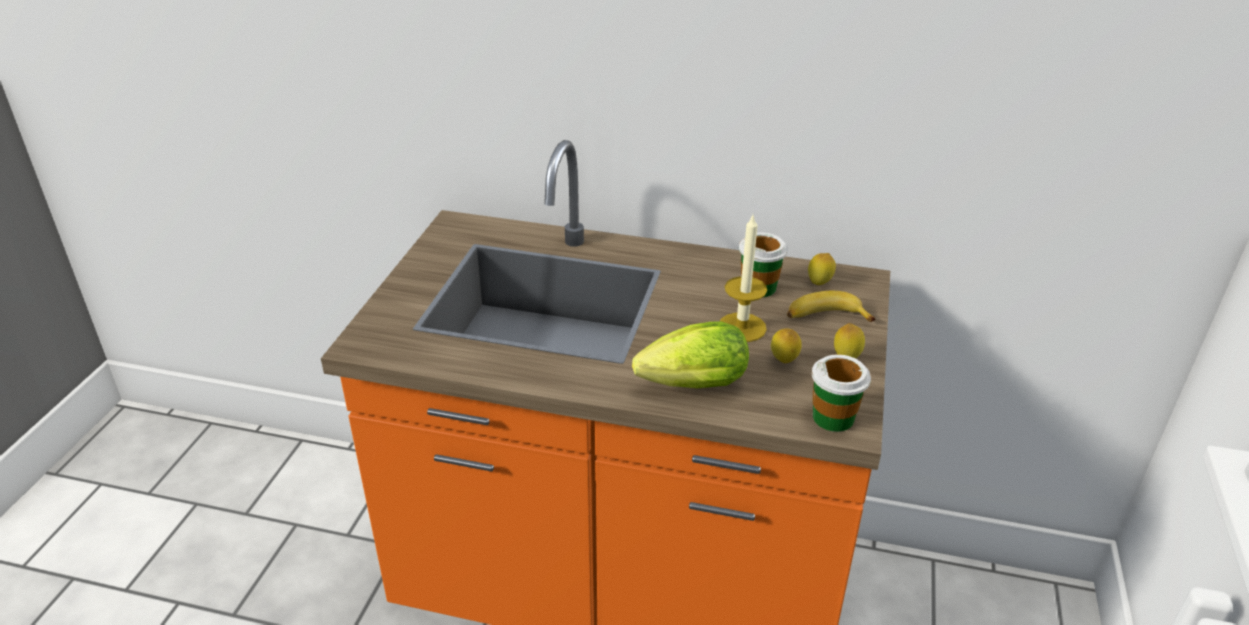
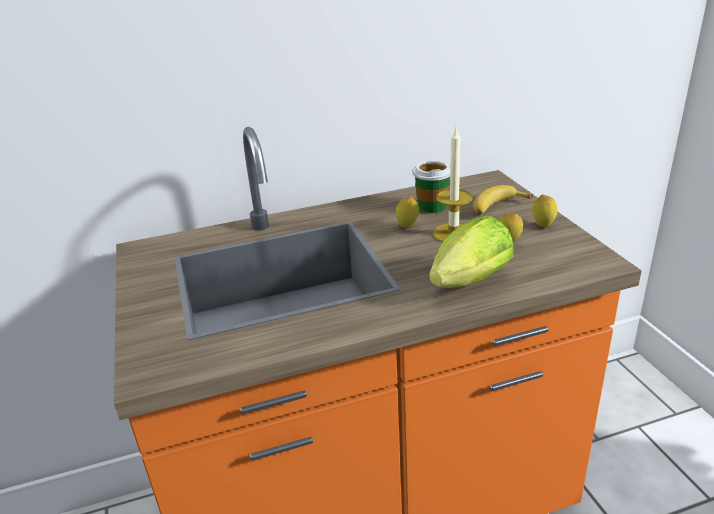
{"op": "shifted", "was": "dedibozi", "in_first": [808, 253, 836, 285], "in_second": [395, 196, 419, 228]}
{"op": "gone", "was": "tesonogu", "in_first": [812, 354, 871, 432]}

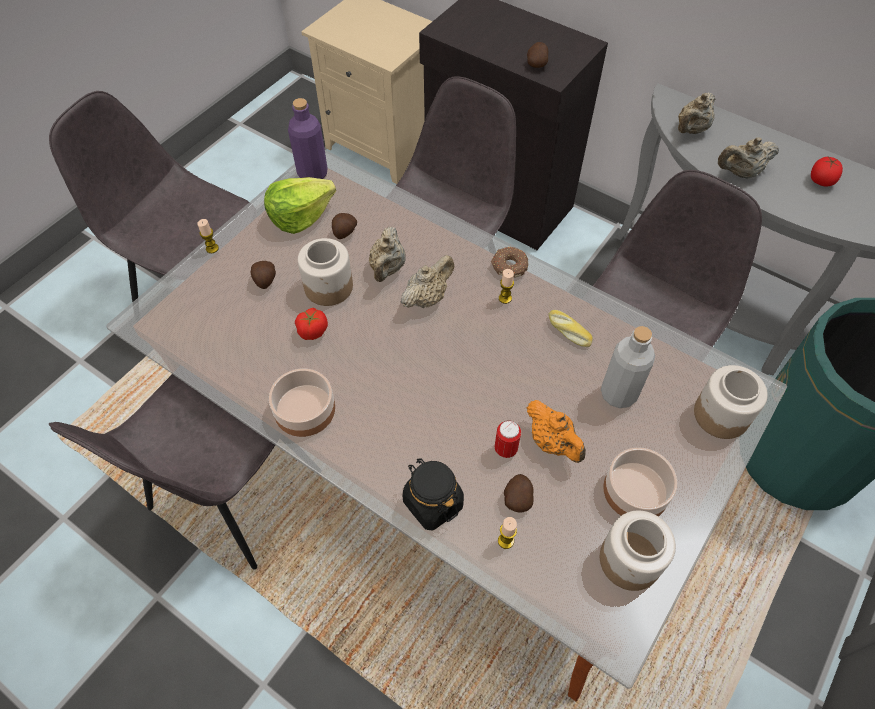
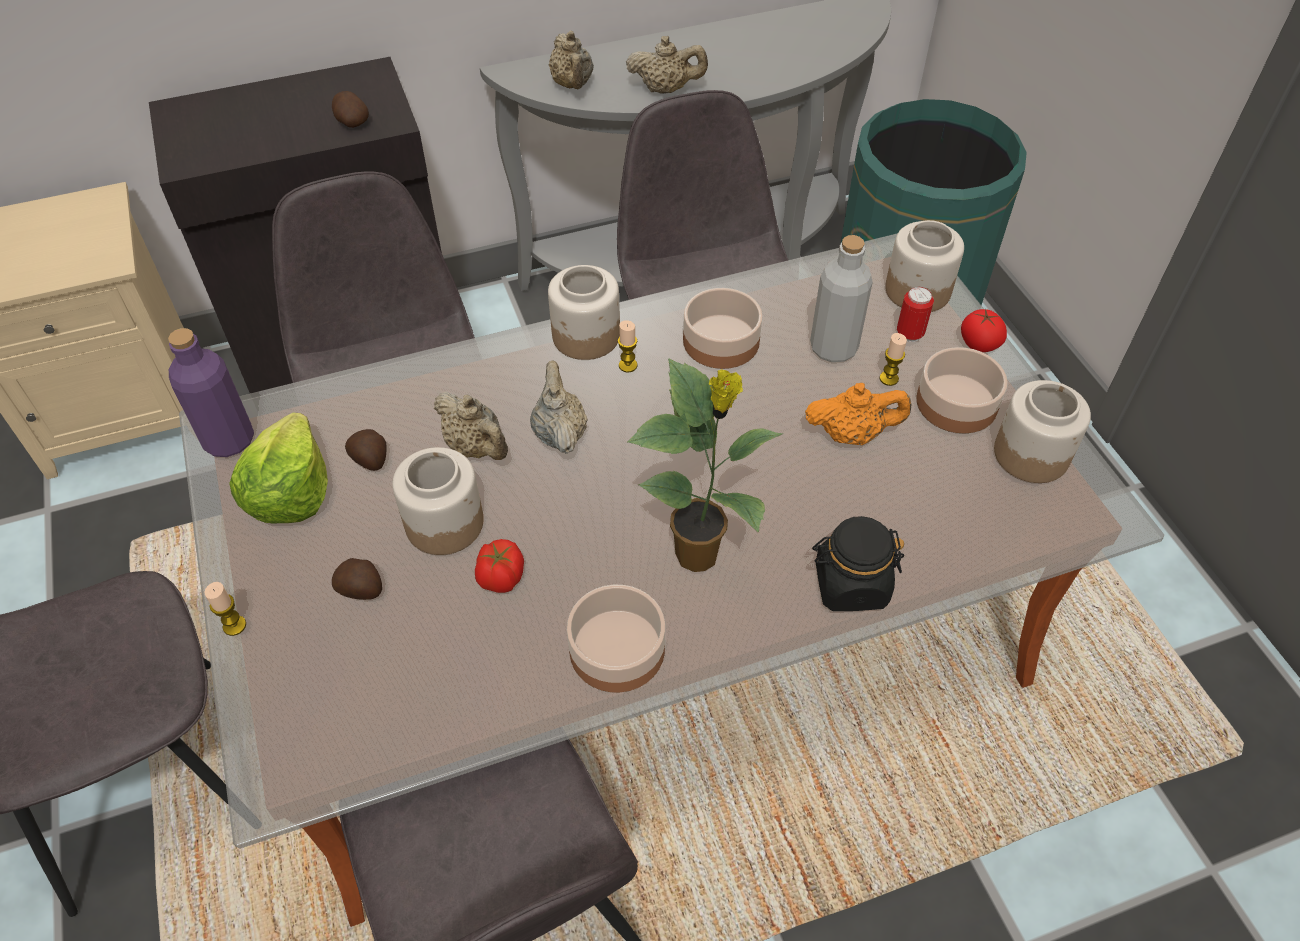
{"op": "swapped", "was": "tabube", "now": "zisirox", "in_first": [491, 247, 528, 278], "in_second": [548, 265, 620, 360]}
{"op": "rotated", "was": "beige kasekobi", "in_first": [718, 137, 779, 179], "in_second": [626, 36, 708, 94], "clockwise": -105}
{"op": "new", "now": "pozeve", "in_second": [627, 358, 783, 572]}
{"op": "swapped", "was": "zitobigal", "now": "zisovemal", "in_first": [548, 310, 593, 347], "in_second": [683, 288, 763, 369]}
{"op": "shifted", "was": "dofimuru", "in_first": [498, 517, 517, 549], "in_second": [879, 333, 907, 386]}
{"op": "shifted", "was": "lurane", "in_first": [495, 420, 521, 458], "in_second": [897, 287, 934, 342]}
{"op": "shifted", "was": "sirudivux", "in_first": [811, 157, 843, 187], "in_second": [961, 309, 1007, 352]}
{"op": "gone", "was": "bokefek", "in_first": [504, 474, 534, 513]}

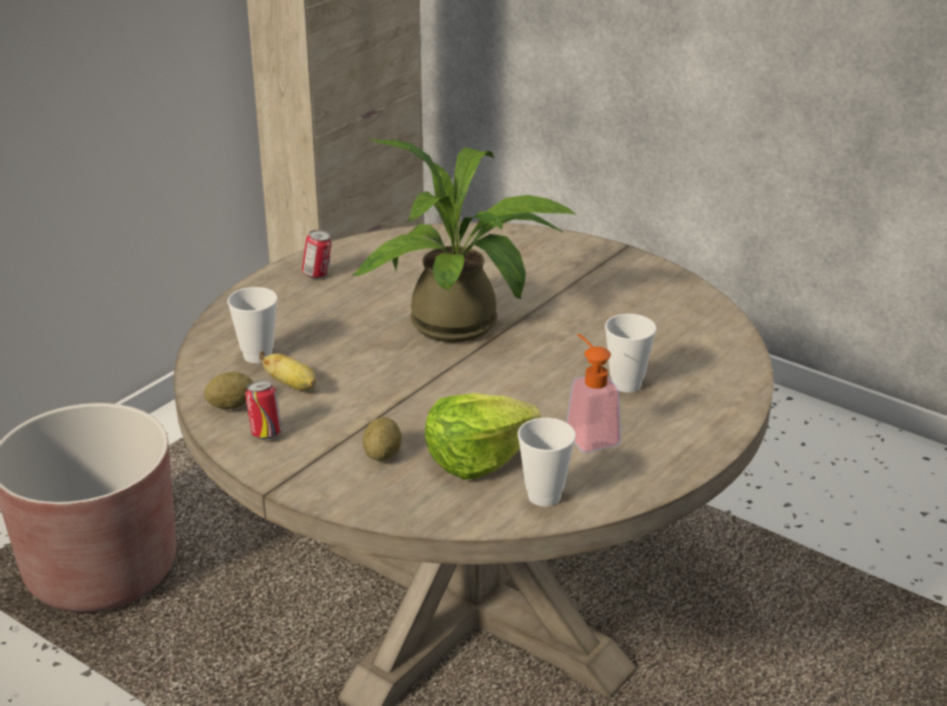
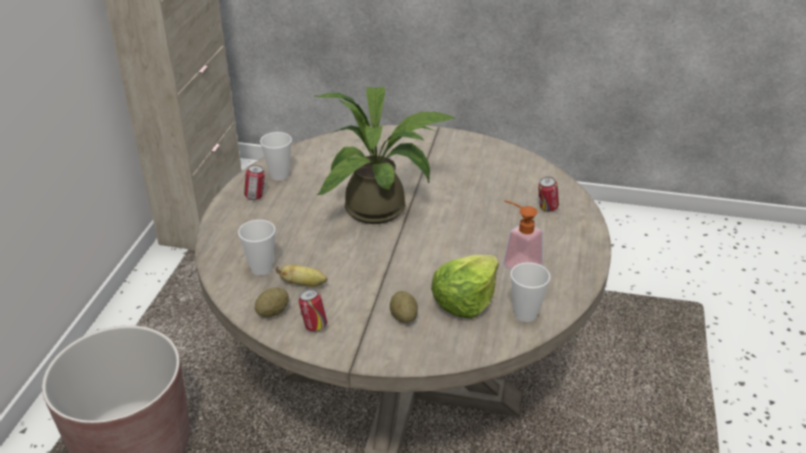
{"op": "shifted", "was": "tesonogu", "in_first": [605, 314, 656, 393], "in_second": [260, 132, 292, 181]}
{"op": "new", "now": "lurane", "in_second": [538, 177, 559, 212]}

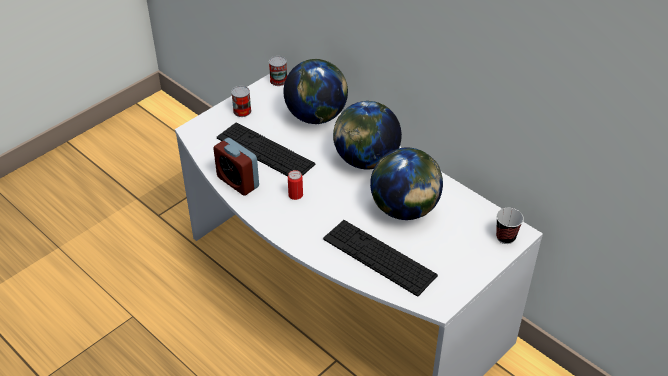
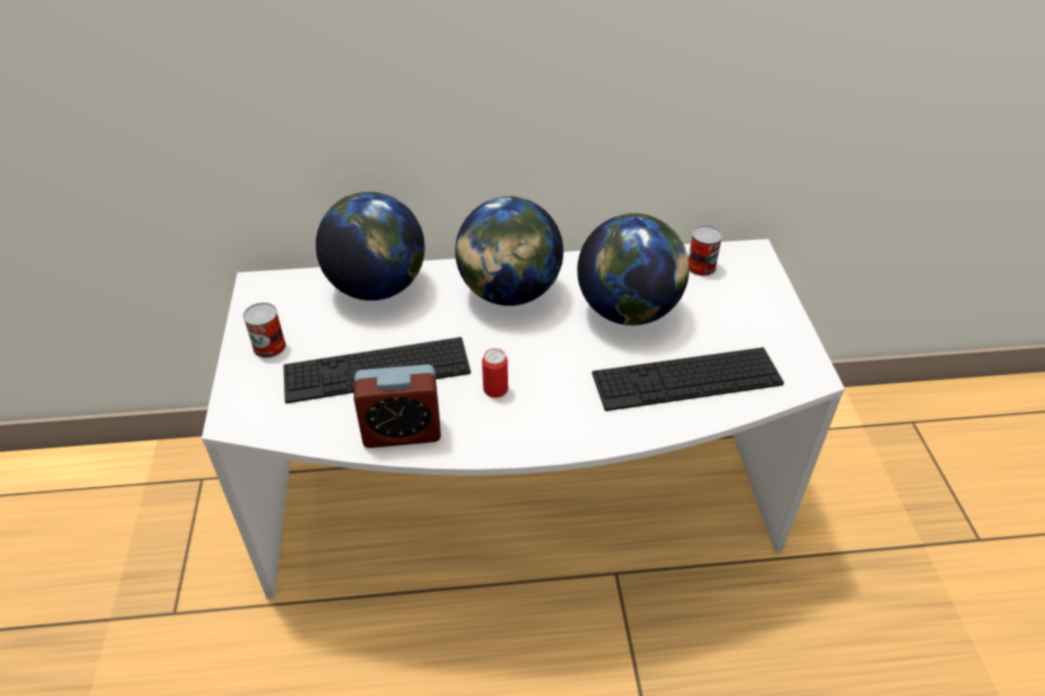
{"op": "shifted", "was": "lurane", "in_first": [269, 56, 287, 86], "in_second": [688, 225, 723, 276]}
{"op": "gone", "was": "tesonogu", "in_first": [496, 208, 524, 244]}

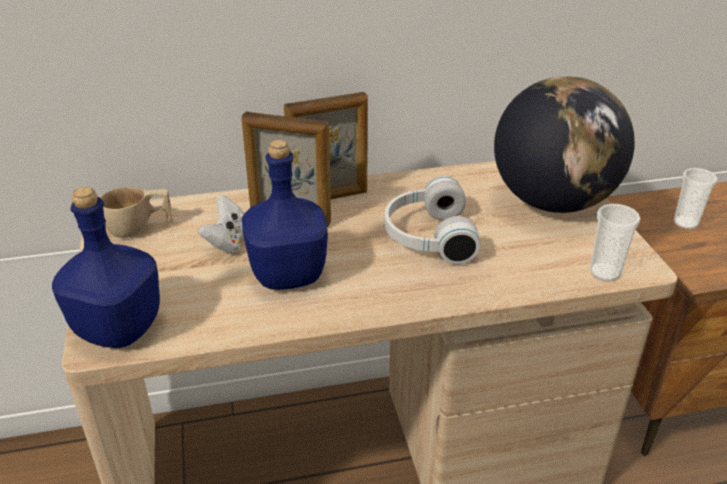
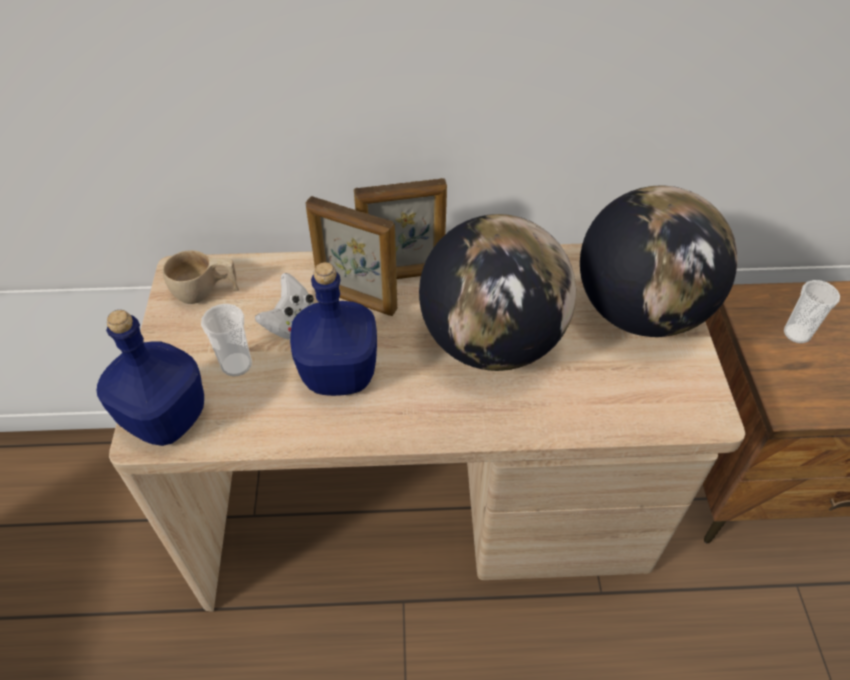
{"op": "shifted", "was": "tesonogu", "in_first": [590, 204, 640, 282], "in_second": [201, 304, 252, 377]}
{"op": "swapped", "was": "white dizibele", "now": "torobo", "in_first": [384, 176, 480, 264], "in_second": [419, 214, 576, 371]}

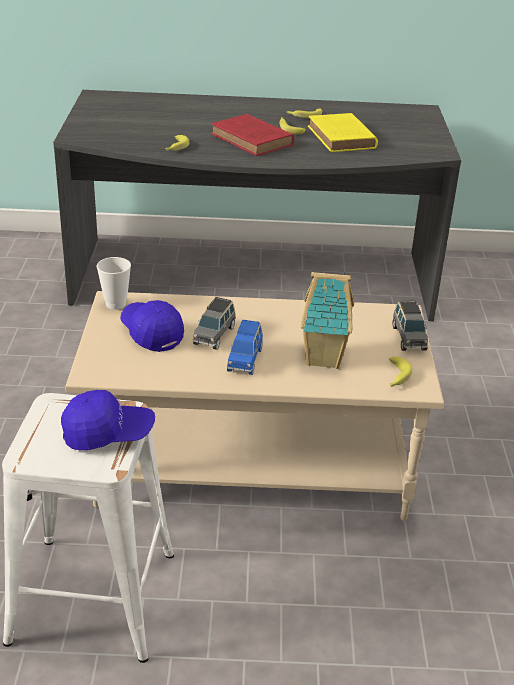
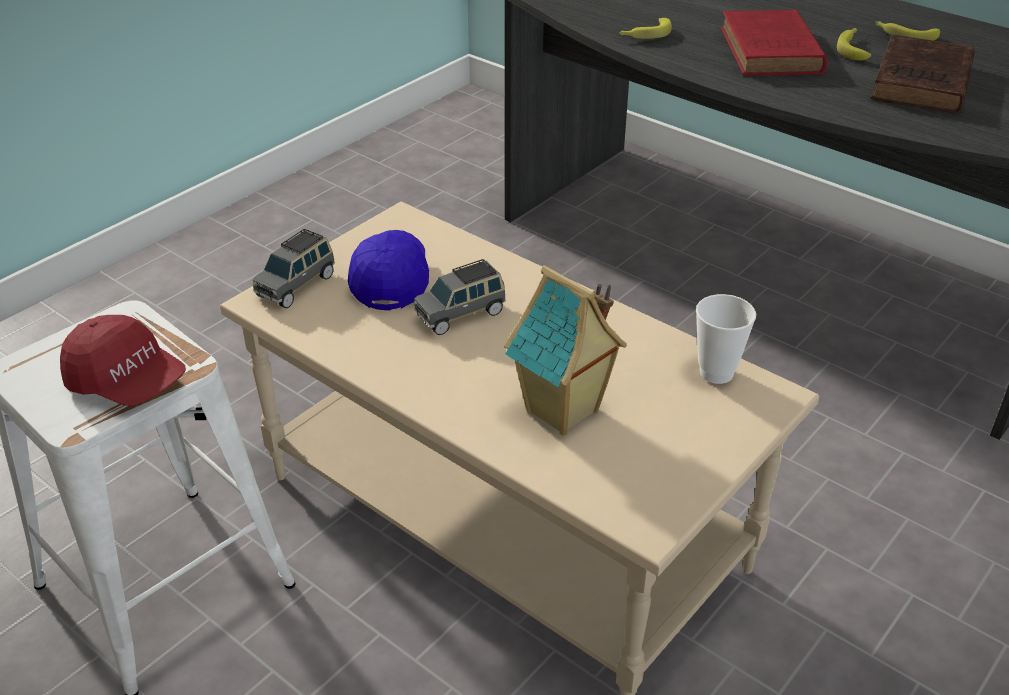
{"op": "repainted", "was": "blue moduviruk", "now": "red moduviruk", "in_first": [61, 390, 155, 450], "in_second": [60, 315, 186, 406]}
{"op": "shifted", "was": "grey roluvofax", "in_first": [393, 300, 428, 351], "in_second": [253, 228, 335, 308]}
{"op": "shifted", "was": "tesonogu", "in_first": [97, 257, 131, 310], "in_second": [696, 294, 756, 384]}
{"op": "repainted", "was": "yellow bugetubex", "now": "brown bugetubex", "in_first": [308, 113, 378, 152], "in_second": [871, 35, 975, 114]}
{"op": "gone", "was": "blue roluvofax", "in_first": [227, 320, 263, 375]}
{"op": "gone", "was": "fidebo", "in_first": [389, 356, 412, 387]}

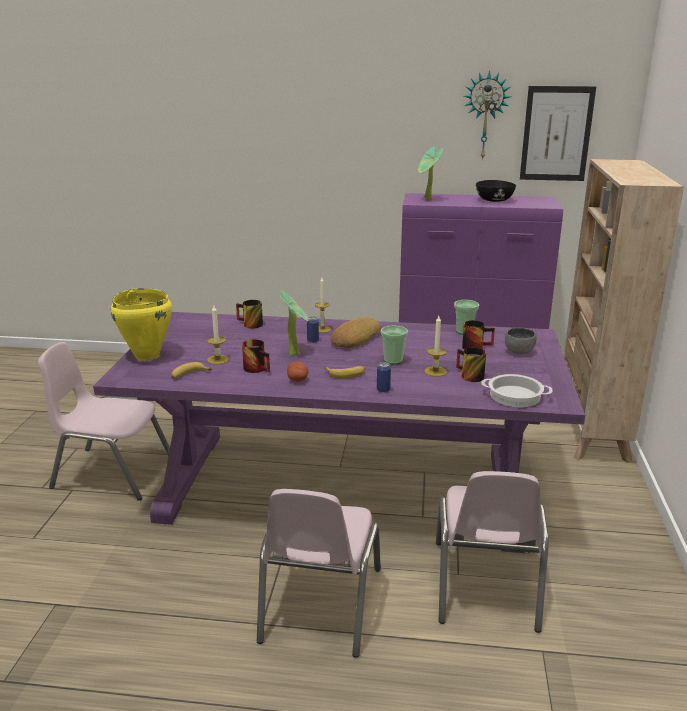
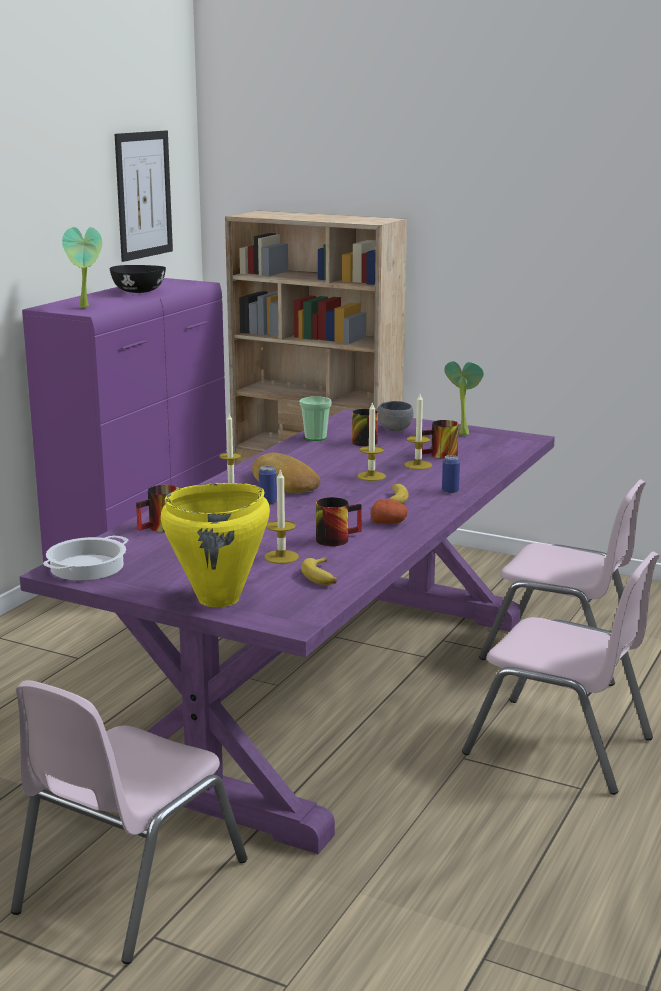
{"op": "shifted", "was": "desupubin", "in_first": [481, 374, 553, 407], "in_second": [43, 536, 129, 581]}
{"op": "swapped", "was": "tesonogu", "now": "dofimuru", "in_first": [381, 325, 408, 365], "in_second": [357, 401, 386, 481]}
{"op": "shifted", "was": "pozeve", "in_first": [280, 291, 309, 356], "in_second": [444, 361, 484, 435]}
{"op": "gone", "was": "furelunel", "in_first": [464, 71, 511, 160]}

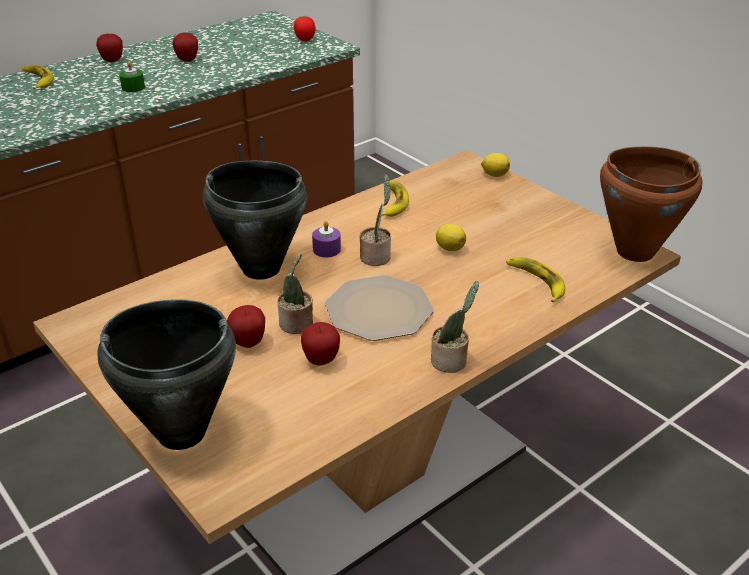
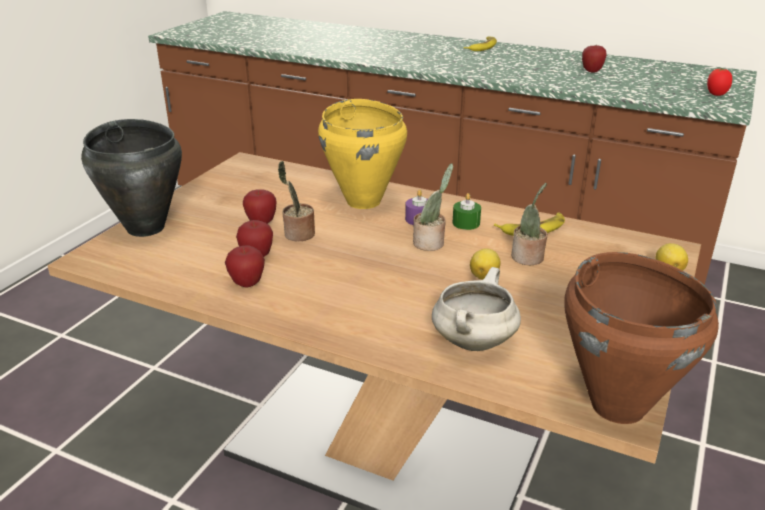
{"op": "shifted", "was": "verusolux", "in_first": [96, 34, 123, 62], "in_second": [225, 246, 265, 287]}
{"op": "repainted", "was": "black desupubin", "now": "yellow desupubin", "in_first": [203, 161, 308, 280], "in_second": [318, 99, 407, 209]}
{"op": "swapped", "was": "fidebo", "now": "white desupubin", "in_first": [506, 257, 565, 303], "in_second": [432, 267, 521, 351]}
{"op": "shifted", "was": "green dofimuru", "in_first": [119, 61, 145, 92], "in_second": [453, 193, 481, 230]}
{"op": "shifted", "was": "pozeve", "in_first": [431, 281, 479, 373], "in_second": [511, 183, 548, 265]}
{"op": "gone", "was": "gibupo", "in_first": [325, 275, 434, 341]}

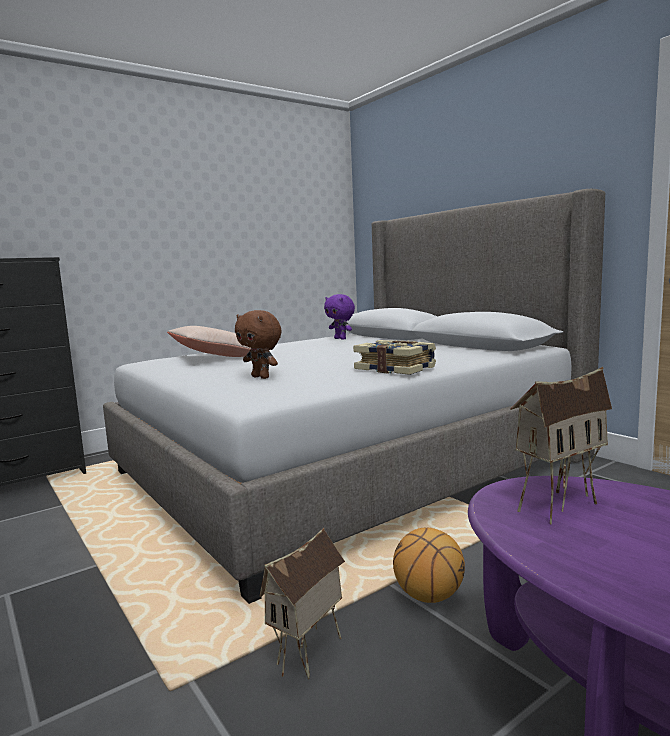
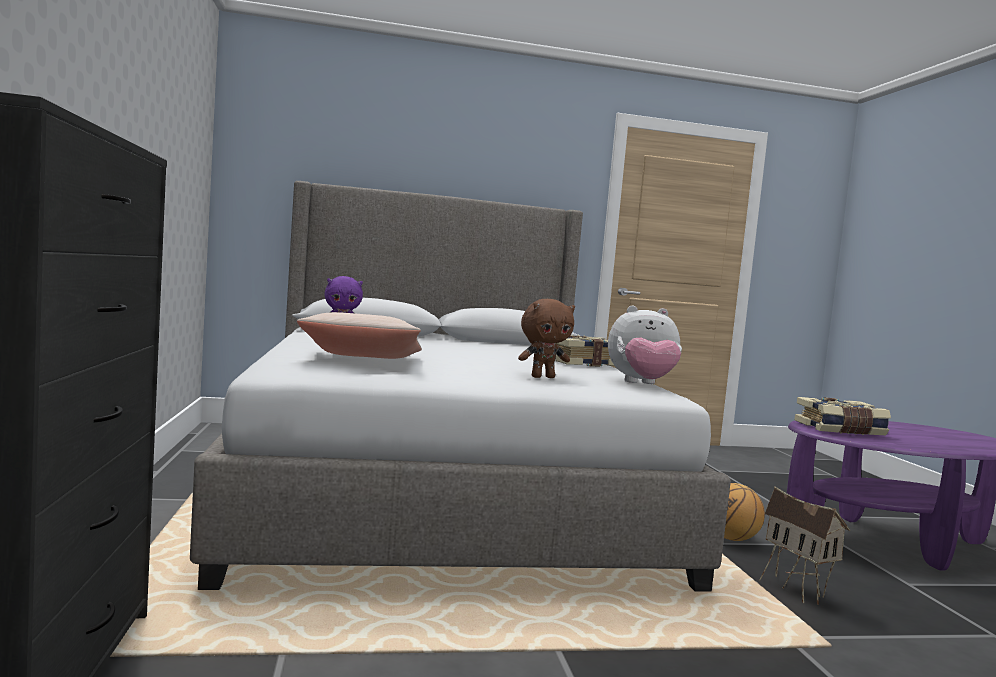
{"op": "new", "now": "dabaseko", "in_second": [608, 306, 682, 384]}
{"op": "swapped", "was": "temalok", "now": "bugetubex", "in_first": [511, 367, 612, 525], "in_second": [794, 397, 891, 435]}

